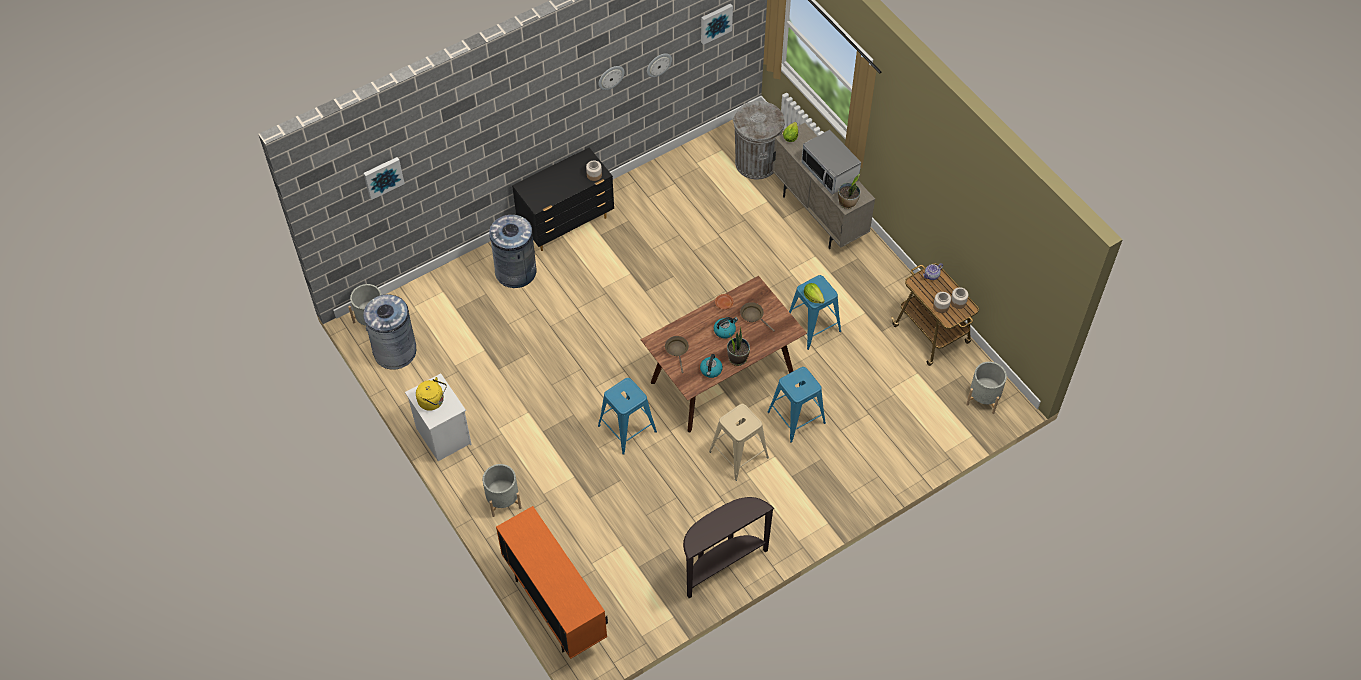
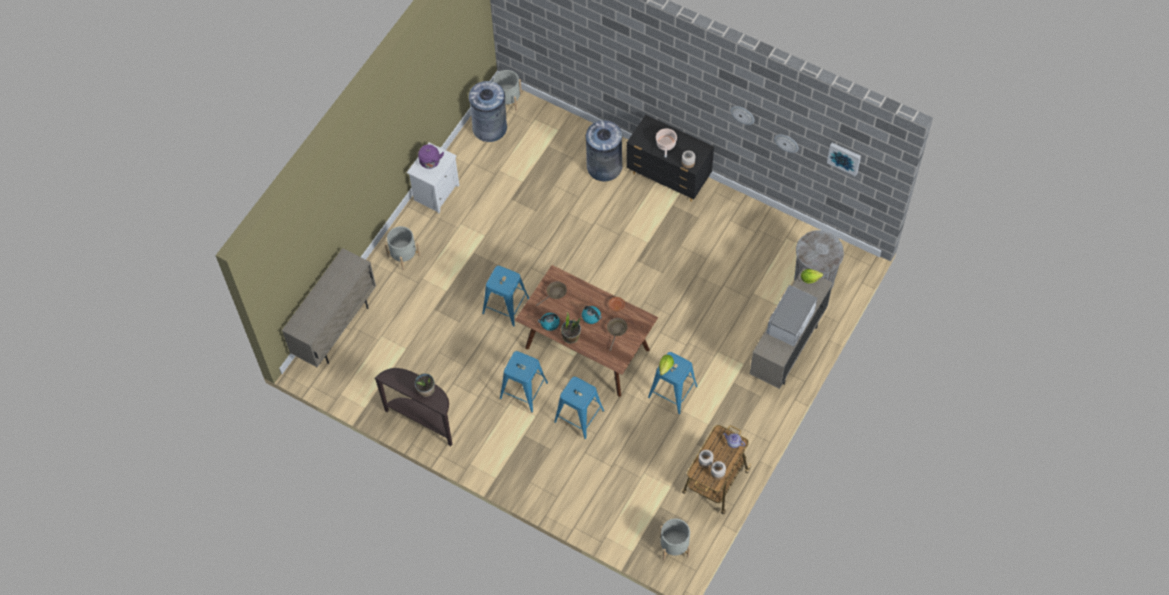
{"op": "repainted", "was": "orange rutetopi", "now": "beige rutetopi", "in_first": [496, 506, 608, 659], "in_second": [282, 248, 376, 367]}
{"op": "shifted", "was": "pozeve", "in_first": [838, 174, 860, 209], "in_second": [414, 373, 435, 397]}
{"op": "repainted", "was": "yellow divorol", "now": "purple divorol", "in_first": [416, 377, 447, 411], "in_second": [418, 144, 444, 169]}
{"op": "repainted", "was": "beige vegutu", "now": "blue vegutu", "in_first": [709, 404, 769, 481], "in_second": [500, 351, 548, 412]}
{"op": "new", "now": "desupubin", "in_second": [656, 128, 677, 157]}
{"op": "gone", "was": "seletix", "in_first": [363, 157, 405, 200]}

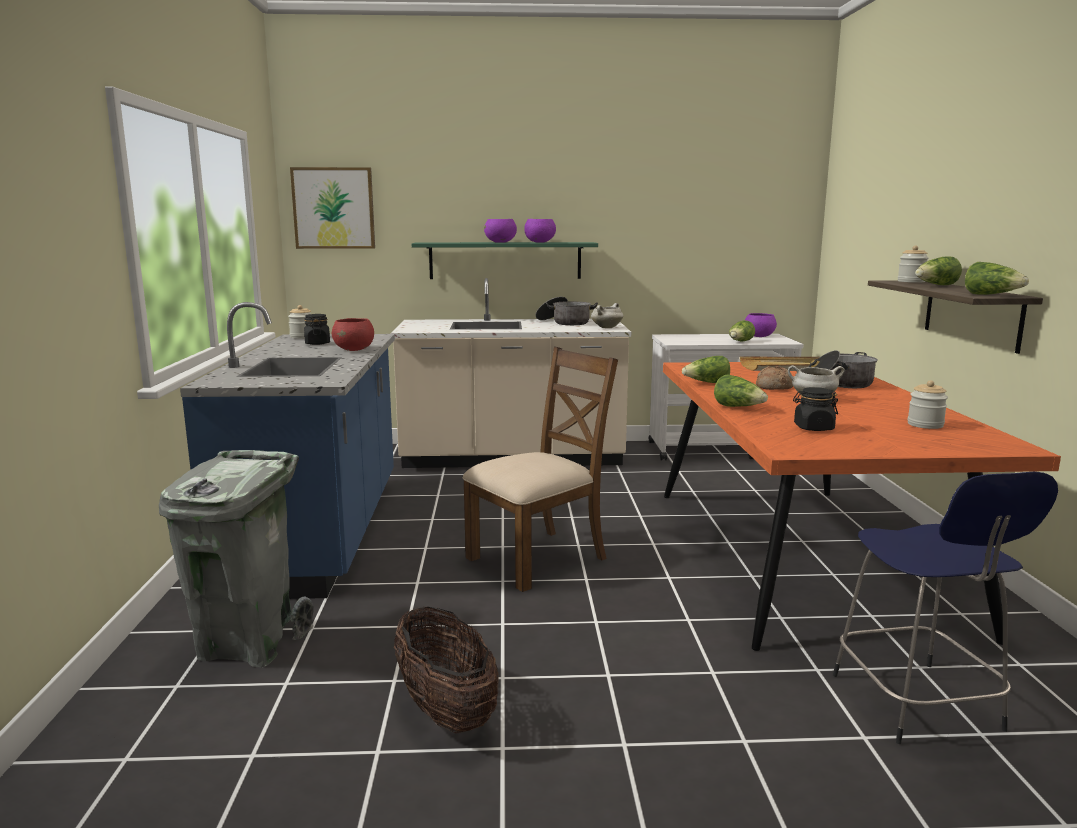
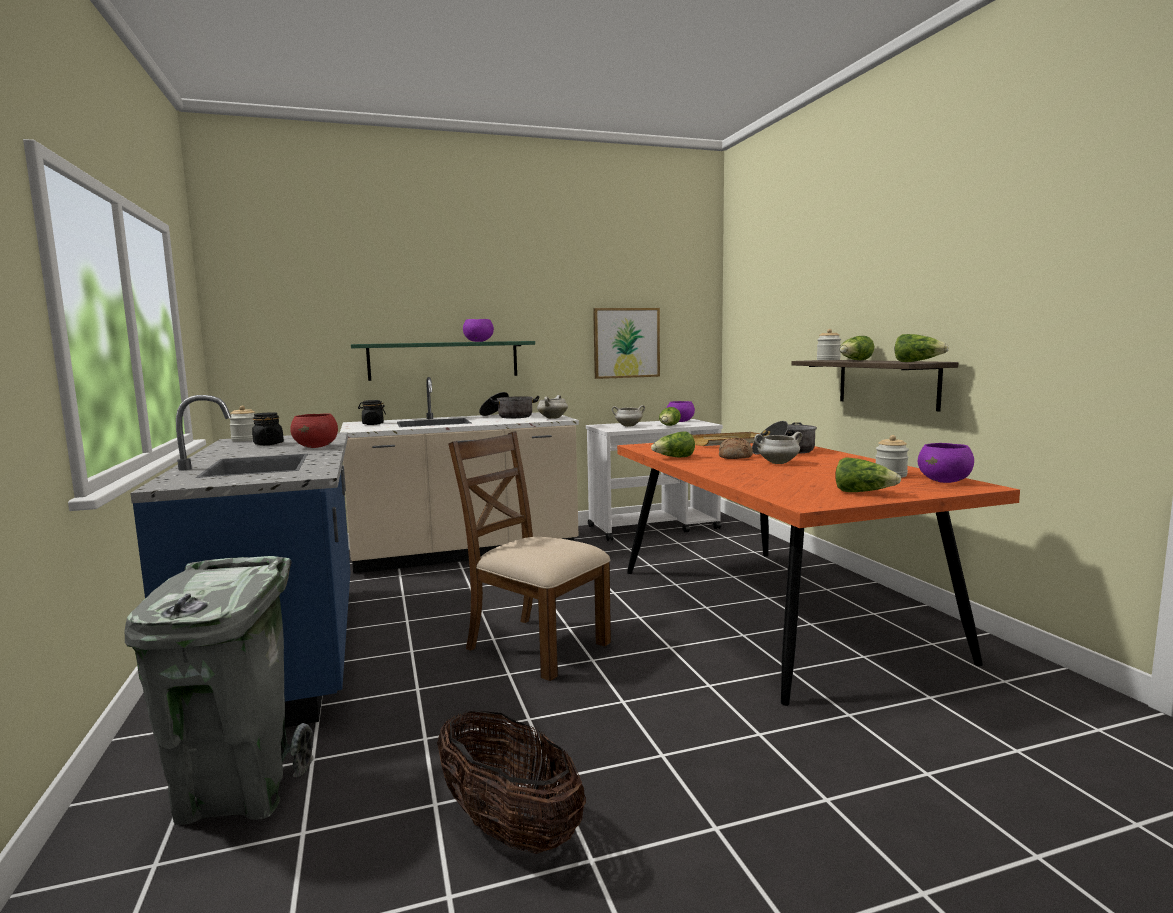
{"op": "shifted", "was": "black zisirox", "in_first": [793, 387, 838, 431], "in_second": [358, 400, 386, 425]}
{"op": "rotated", "was": "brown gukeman", "in_first": [463, 346, 618, 592], "in_second": [448, 431, 611, 681], "clockwise": -90}
{"op": "shifted", "was": "seletix", "in_first": [290, 167, 375, 249], "in_second": [593, 308, 660, 379]}
{"op": "new", "now": "white desupubin", "in_second": [612, 405, 645, 427]}
{"op": "shifted", "was": "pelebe", "in_first": [714, 374, 768, 407], "in_second": [835, 457, 901, 492]}
{"op": "shifted", "was": "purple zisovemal", "in_first": [484, 219, 517, 243], "in_second": [918, 443, 974, 483]}
{"op": "gone", "was": "blue vegutu", "in_first": [833, 472, 1058, 744]}

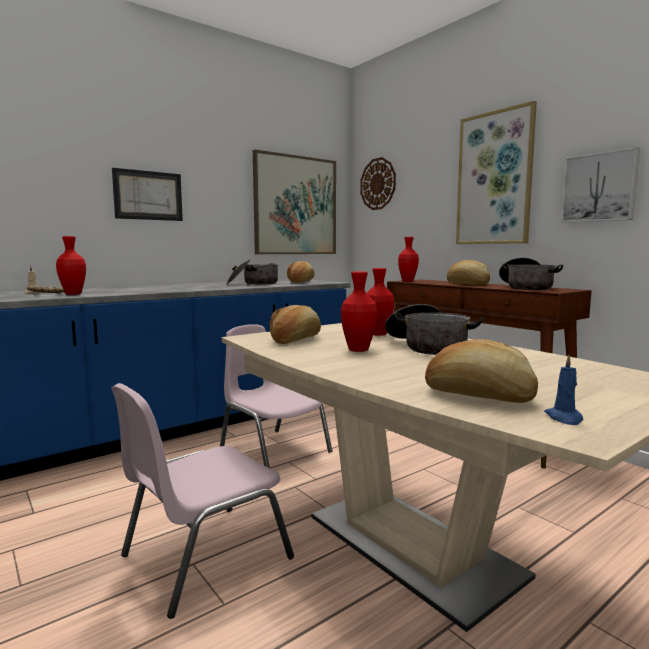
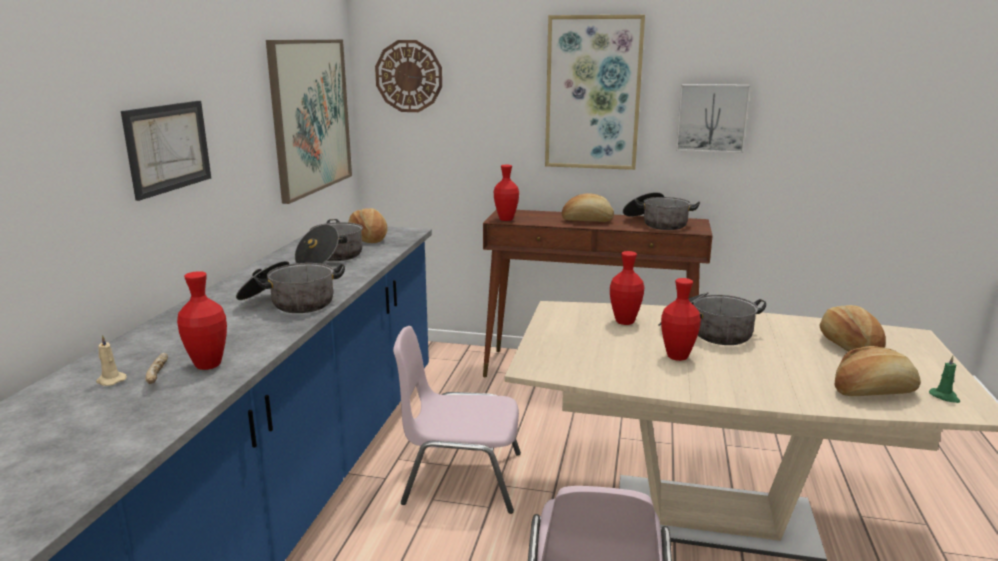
{"op": "new", "now": "desupubin", "in_second": [236, 261, 345, 313]}
{"op": "shifted", "was": "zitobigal", "in_first": [270, 305, 321, 344], "in_second": [820, 305, 886, 352]}
{"op": "repainted", "was": "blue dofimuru", "now": "green dofimuru", "in_first": [544, 354, 583, 425], "in_second": [929, 356, 960, 403]}

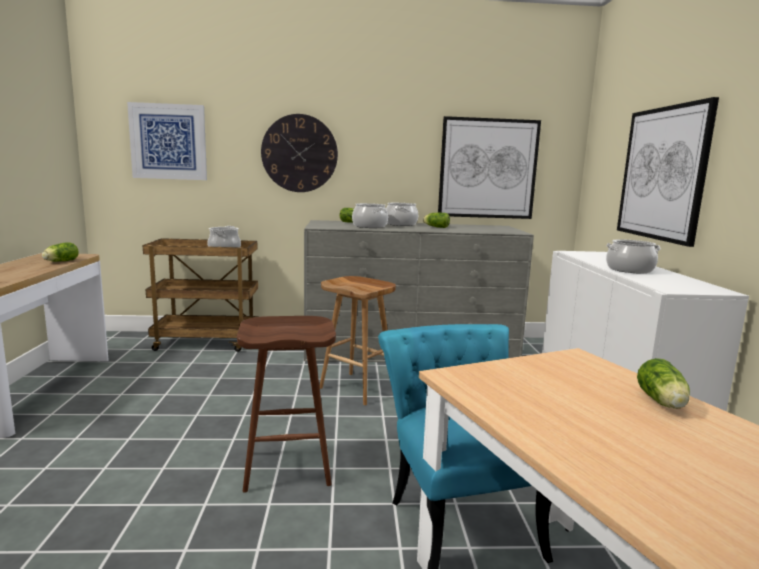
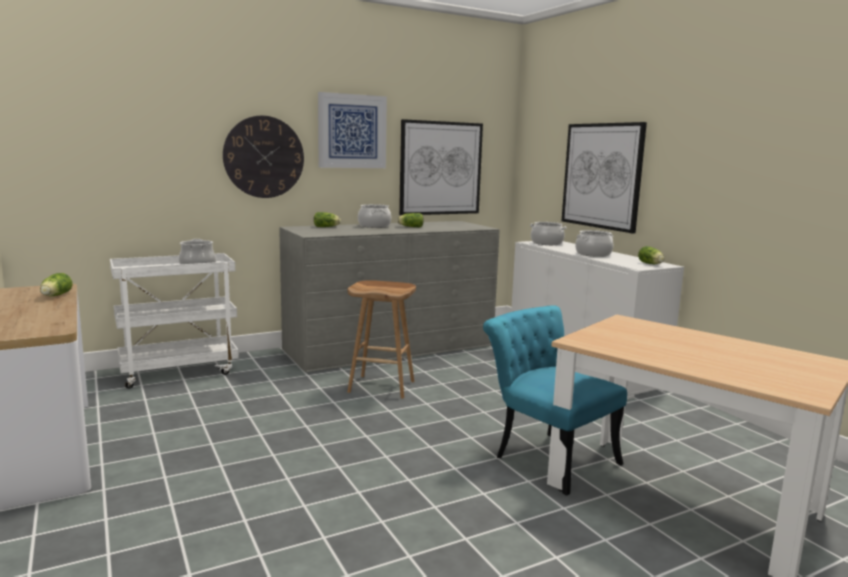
{"op": "repainted", "was": "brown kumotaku", "now": "white kumotaku", "in_first": [143, 238, 259, 352], "in_second": [110, 253, 239, 389]}
{"op": "shifted", "was": "seletix", "in_first": [127, 102, 207, 180], "in_second": [318, 92, 387, 168]}
{"op": "shifted", "was": "desupubin", "in_first": [352, 203, 388, 228], "in_second": [530, 222, 567, 245]}
{"op": "shifted", "was": "pelebe", "in_first": [637, 358, 690, 409], "in_second": [638, 246, 664, 264]}
{"op": "gone", "was": "brown vegutu", "in_first": [237, 316, 336, 493]}

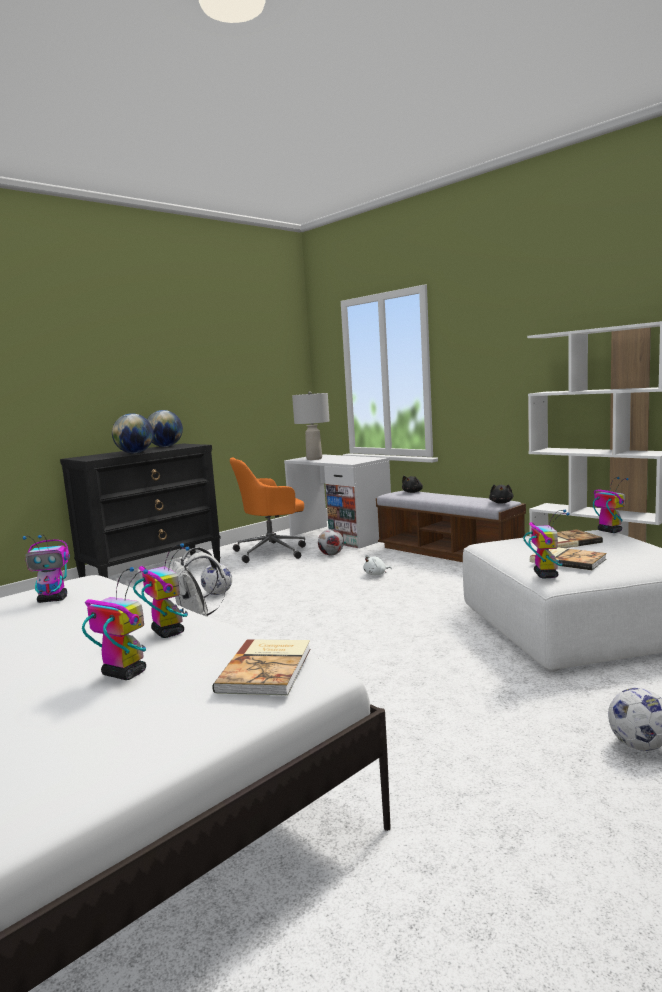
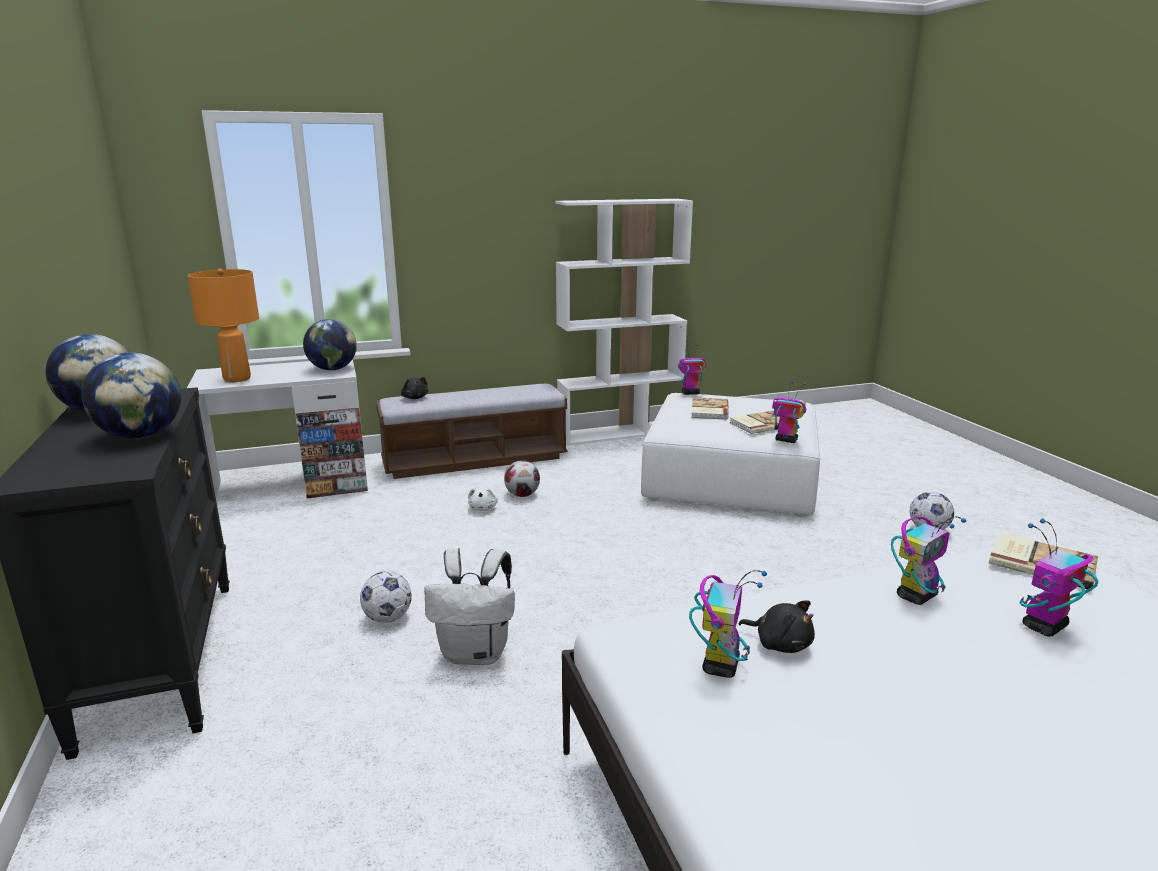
{"op": "repainted", "was": "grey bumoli", "now": "orange bumoli", "in_first": [292, 391, 330, 460], "in_second": [187, 268, 259, 382]}
{"op": "new", "now": "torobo", "in_second": [303, 319, 357, 370]}
{"op": "shifted", "was": "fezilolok", "in_first": [318, 529, 344, 555], "in_second": [504, 460, 540, 497]}
{"op": "shifted", "was": "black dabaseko", "in_first": [489, 484, 513, 504], "in_second": [739, 601, 815, 653]}
{"op": "rotated", "was": "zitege", "in_first": [133, 543, 190, 638], "in_second": [891, 516, 966, 605], "clockwise": 150}
{"op": "gone", "was": "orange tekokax", "in_first": [230, 458, 306, 563]}

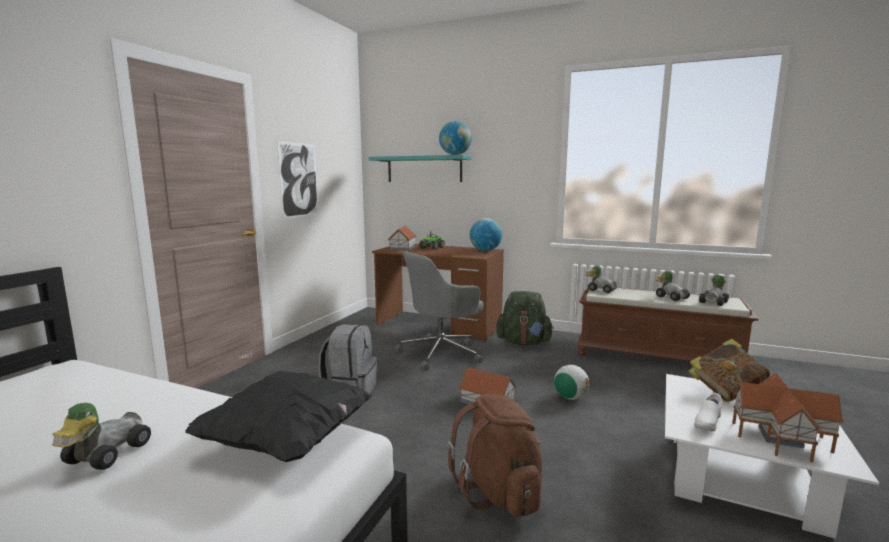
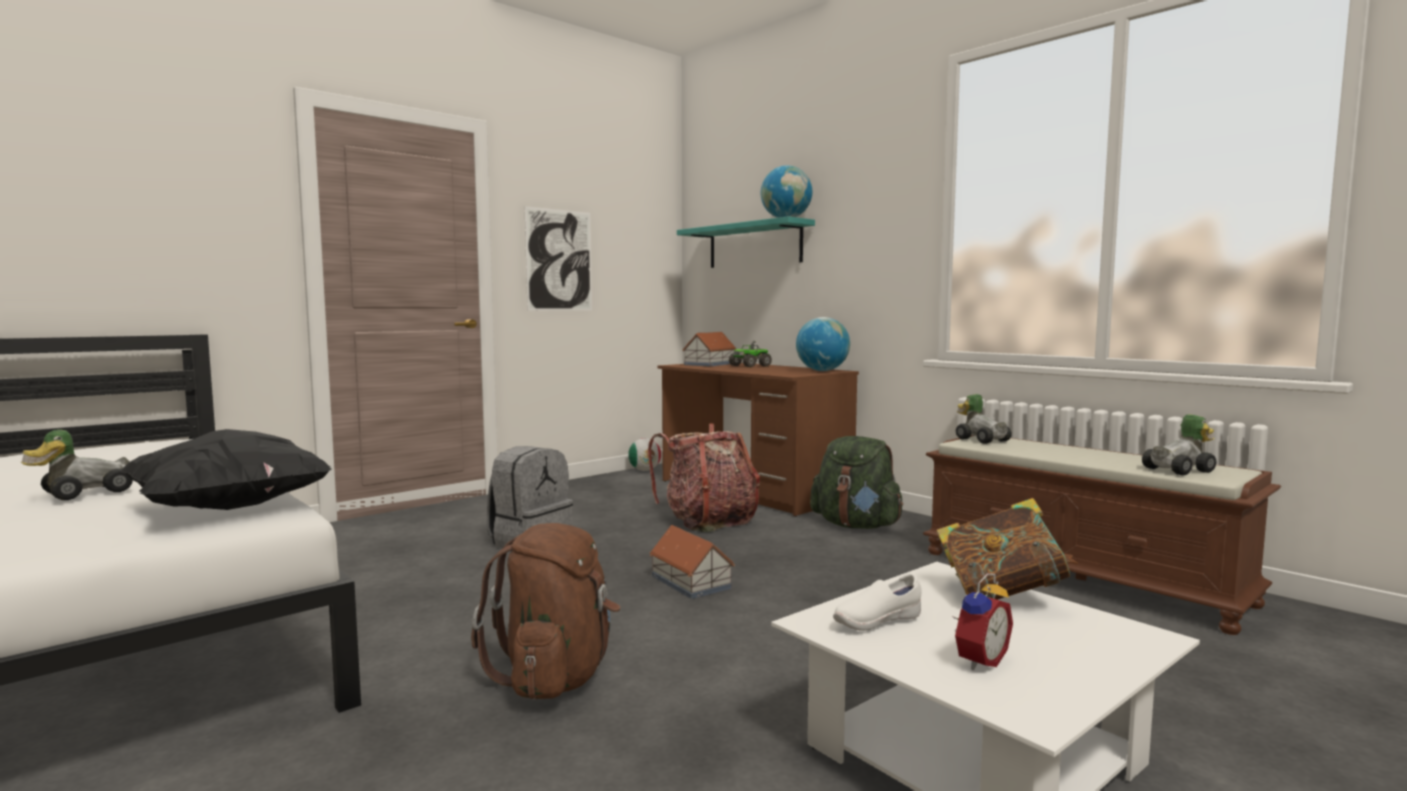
{"op": "shifted", "was": "fezilolok", "in_first": [554, 365, 589, 400], "in_second": [628, 438, 661, 471]}
{"op": "swapped", "was": "grey tekokax", "now": "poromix", "in_first": [395, 251, 484, 371], "in_second": [648, 423, 760, 532]}
{"op": "swapped", "was": "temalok", "now": "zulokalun", "in_first": [733, 373, 844, 463], "in_second": [951, 573, 1013, 670]}
{"op": "gone", "was": "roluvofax", "in_first": [656, 271, 690, 301]}

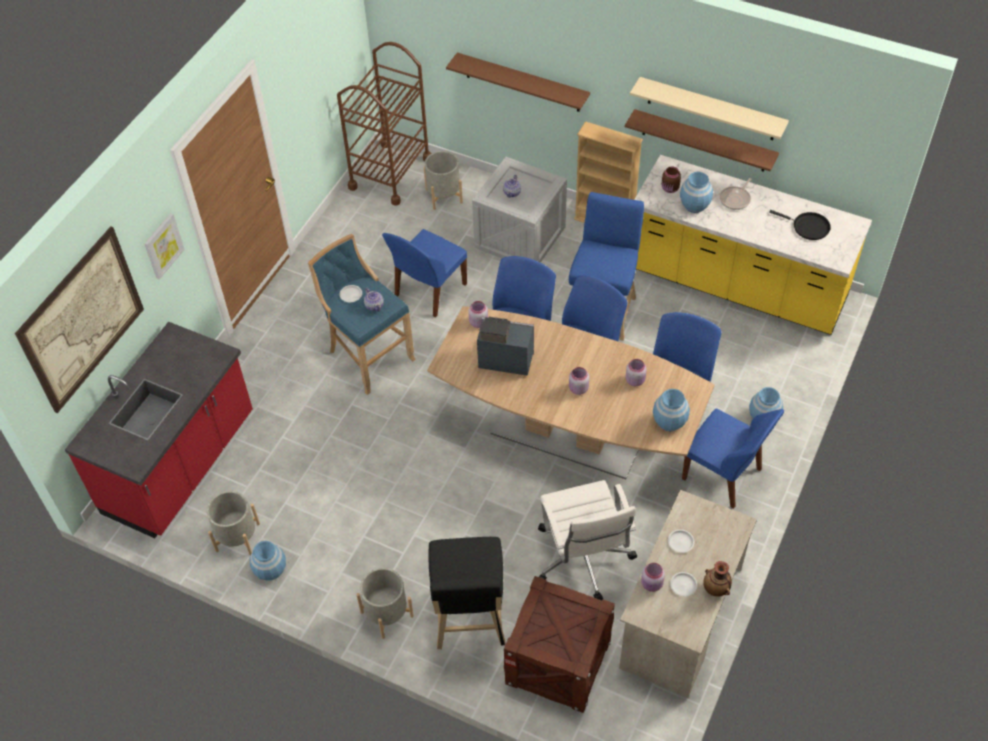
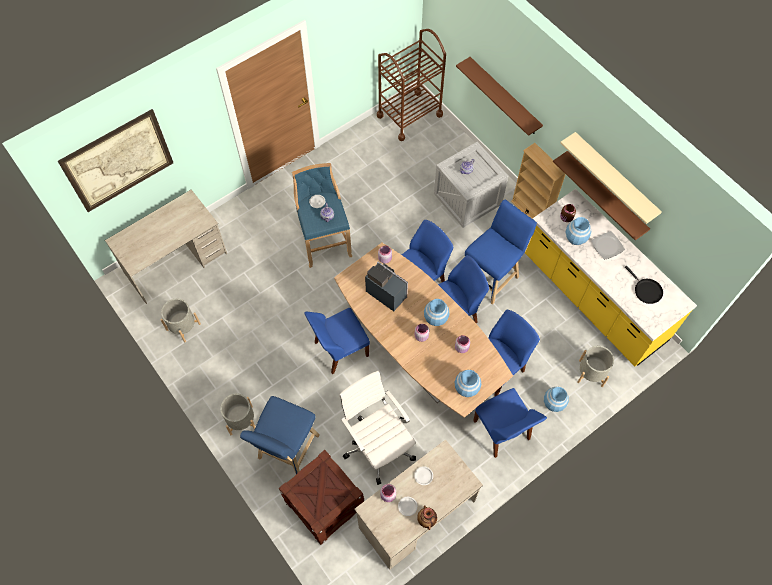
{"op": "swapped", "was": "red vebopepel", "now": "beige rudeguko", "in_first": [65, 322, 253, 538], "in_second": [105, 189, 227, 304]}
{"op": "repainted", "was": "black vegutu", "now": "blue vegutu", "in_first": [428, 537, 506, 649], "in_second": [240, 396, 320, 474]}
{"op": "shifted", "was": "blue gukeman", "in_first": [382, 229, 467, 318], "in_second": [304, 308, 370, 374]}
{"op": "rotated", "was": "white tekokax", "in_first": [538, 480, 637, 600], "in_second": [339, 371, 416, 485], "clockwise": 135}
{"op": "shifted", "was": "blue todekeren", "in_first": [250, 541, 286, 581], "in_second": [424, 299, 449, 326]}
{"op": "shifted", "was": "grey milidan", "in_first": [424, 151, 463, 210], "in_second": [577, 346, 614, 387]}
{"op": "swapped", "was": "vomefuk", "now": "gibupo", "in_first": [720, 178, 752, 210], "in_second": [591, 231, 625, 259]}
{"op": "gone", "was": "seletix", "in_first": [144, 213, 185, 280]}

